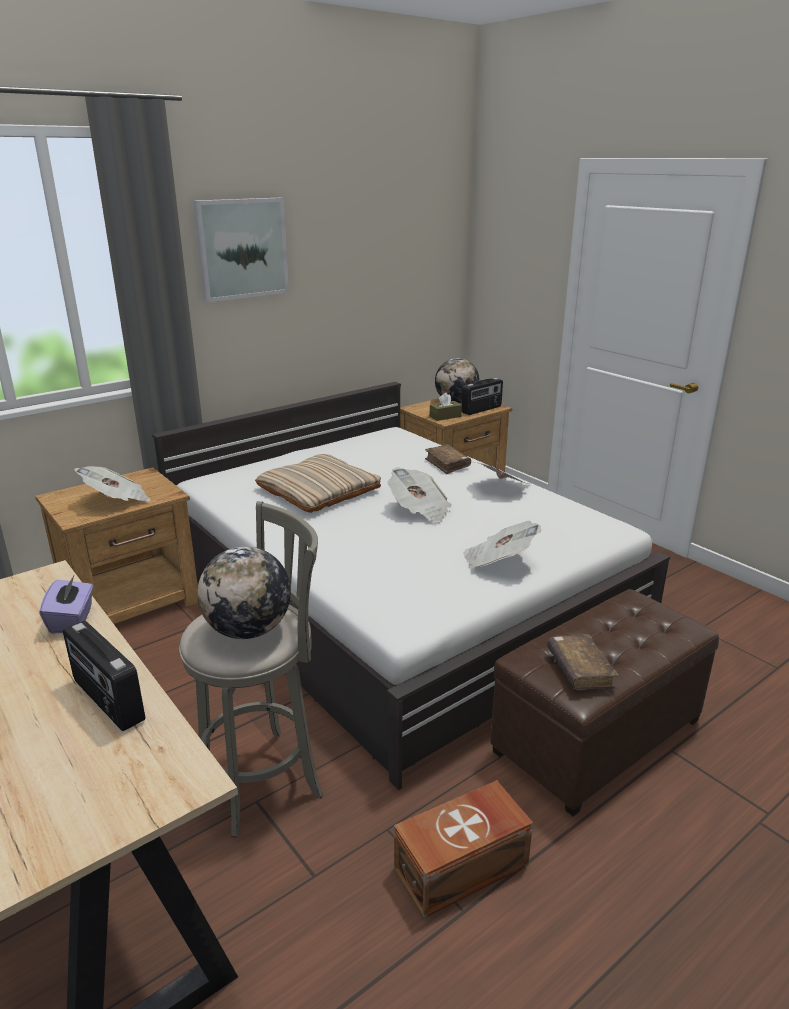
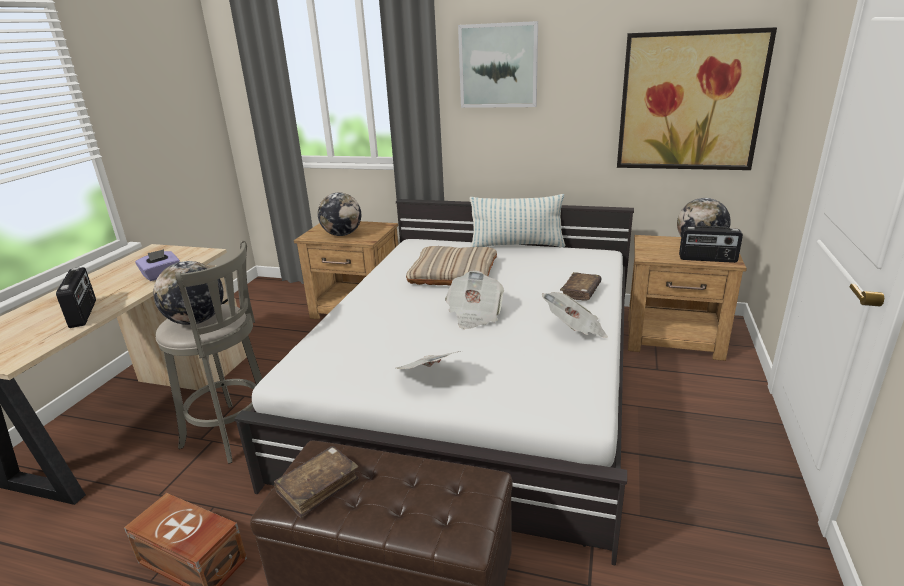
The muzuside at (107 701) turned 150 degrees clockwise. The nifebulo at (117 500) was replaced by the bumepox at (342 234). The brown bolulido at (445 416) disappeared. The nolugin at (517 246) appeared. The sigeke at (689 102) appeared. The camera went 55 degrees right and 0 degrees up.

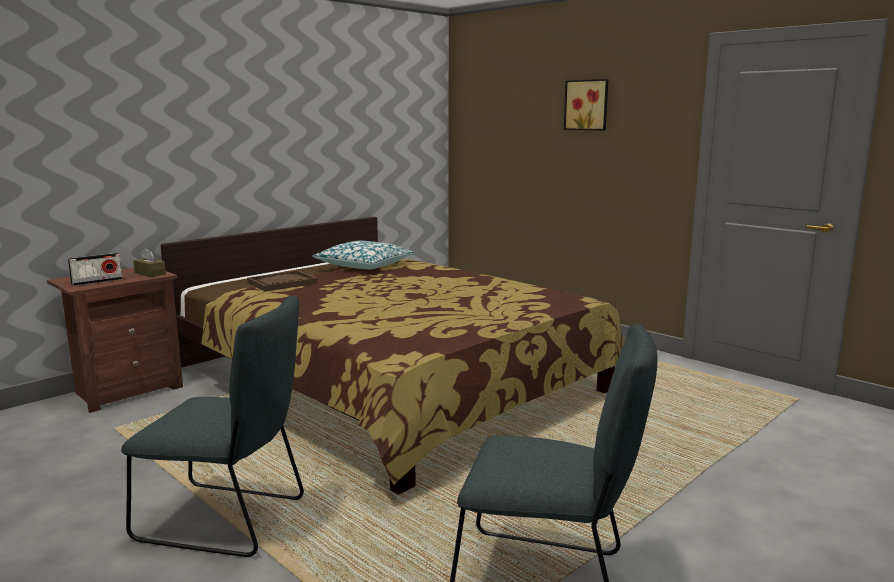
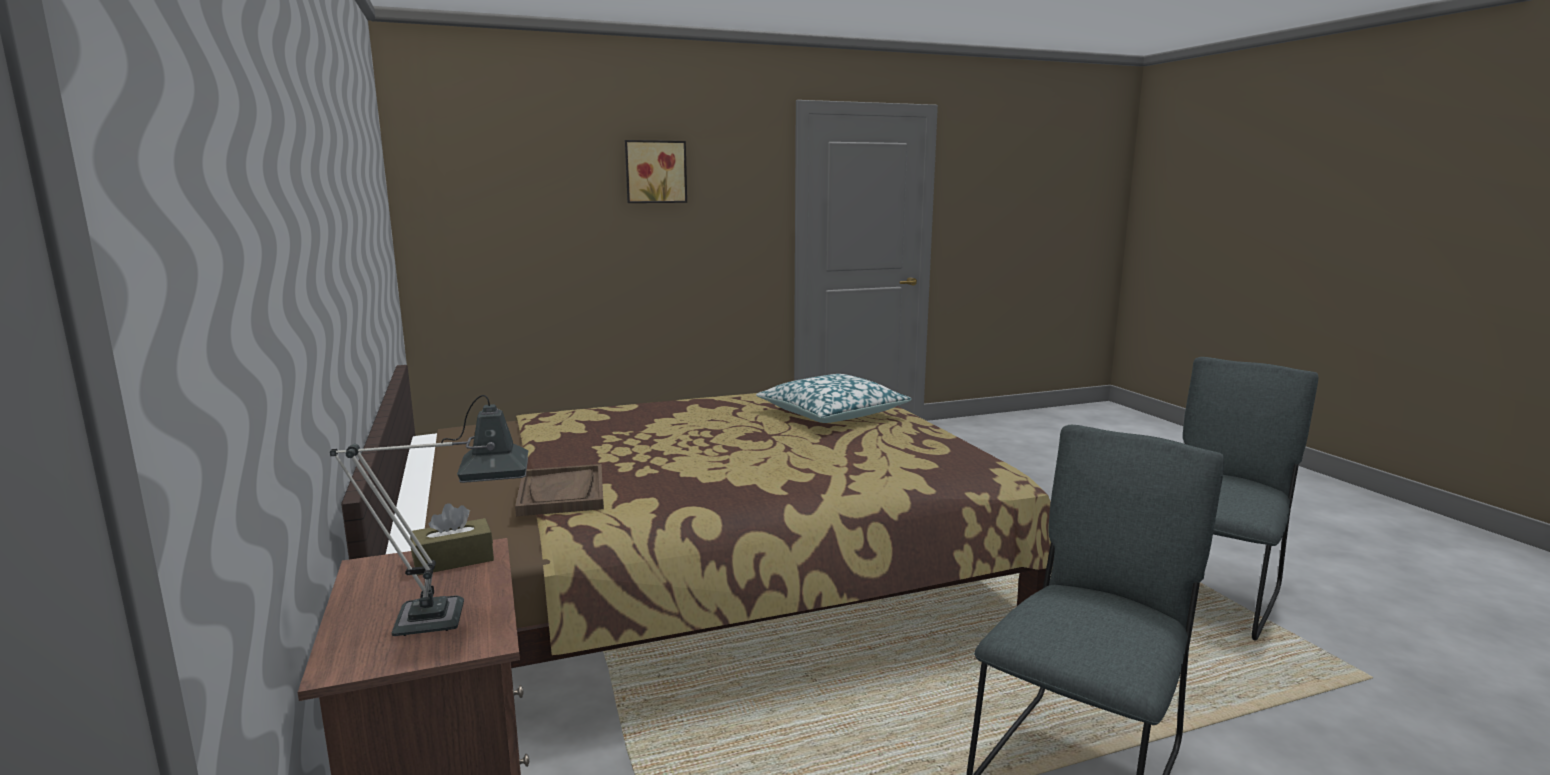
The muzuside at (97 281) was replaced by the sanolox at (449 618). The nolugin moved from (364 265) to (832 414). The camera went 65 degrees left and 0 degrees up.

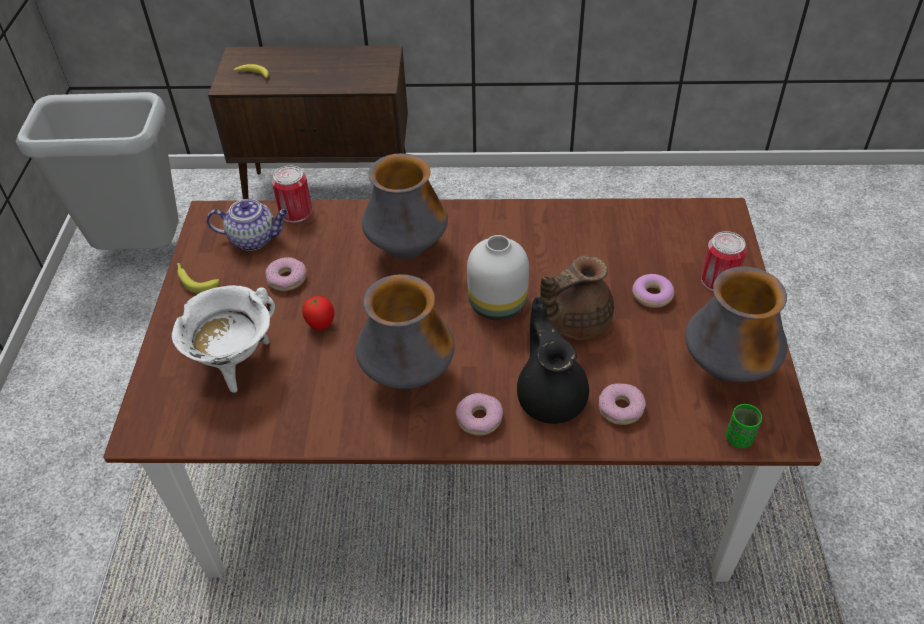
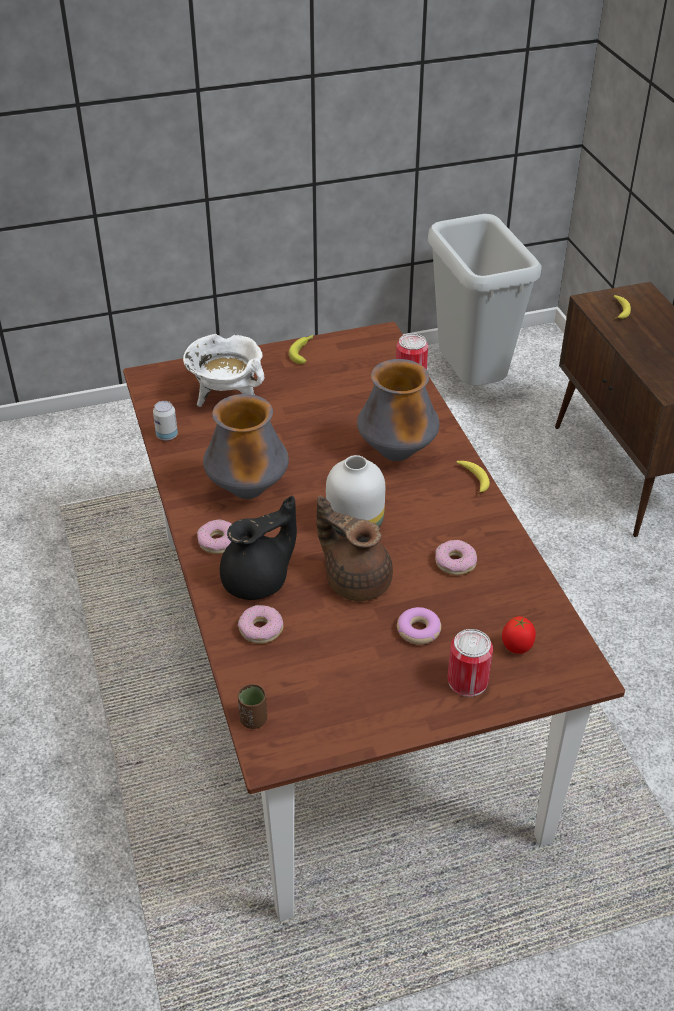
The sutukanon at (254 239) disappeared. The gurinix moved from (287 279) to (455 562). The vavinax moved from (321 325) to (517 648). The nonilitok at (726 370) disappeared. The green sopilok at (739 438) became the brown sopilok at (253 719). The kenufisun at (167 436) appeared. The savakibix at (474 479) appeared. The camera went 70 degrees right and 5 degrees down.

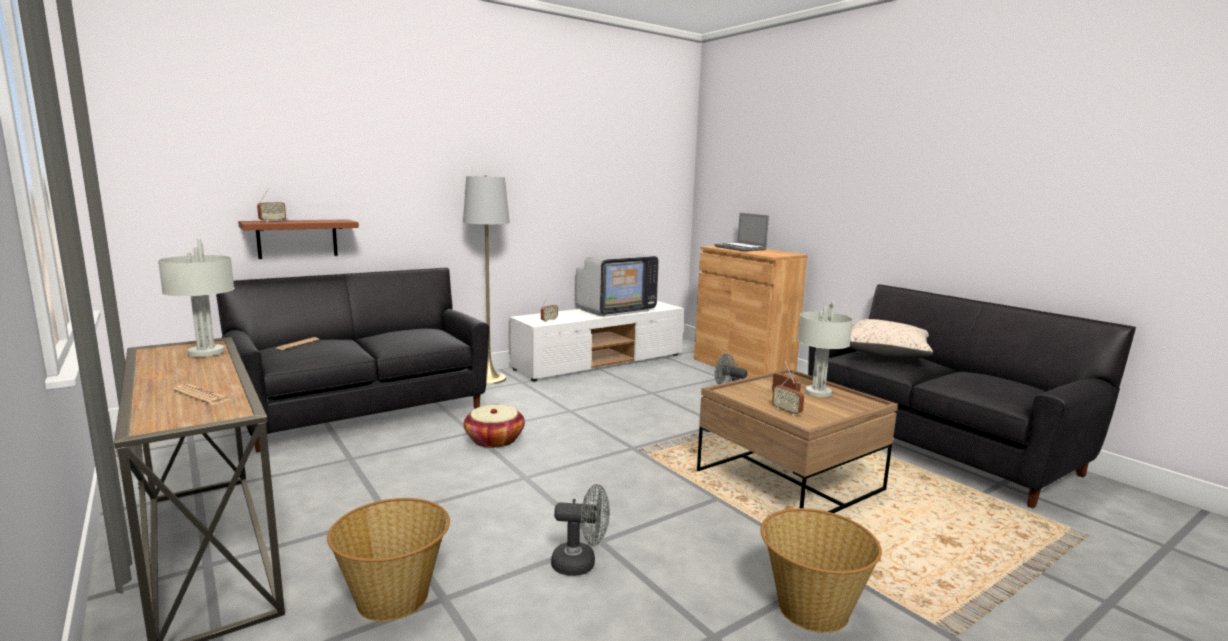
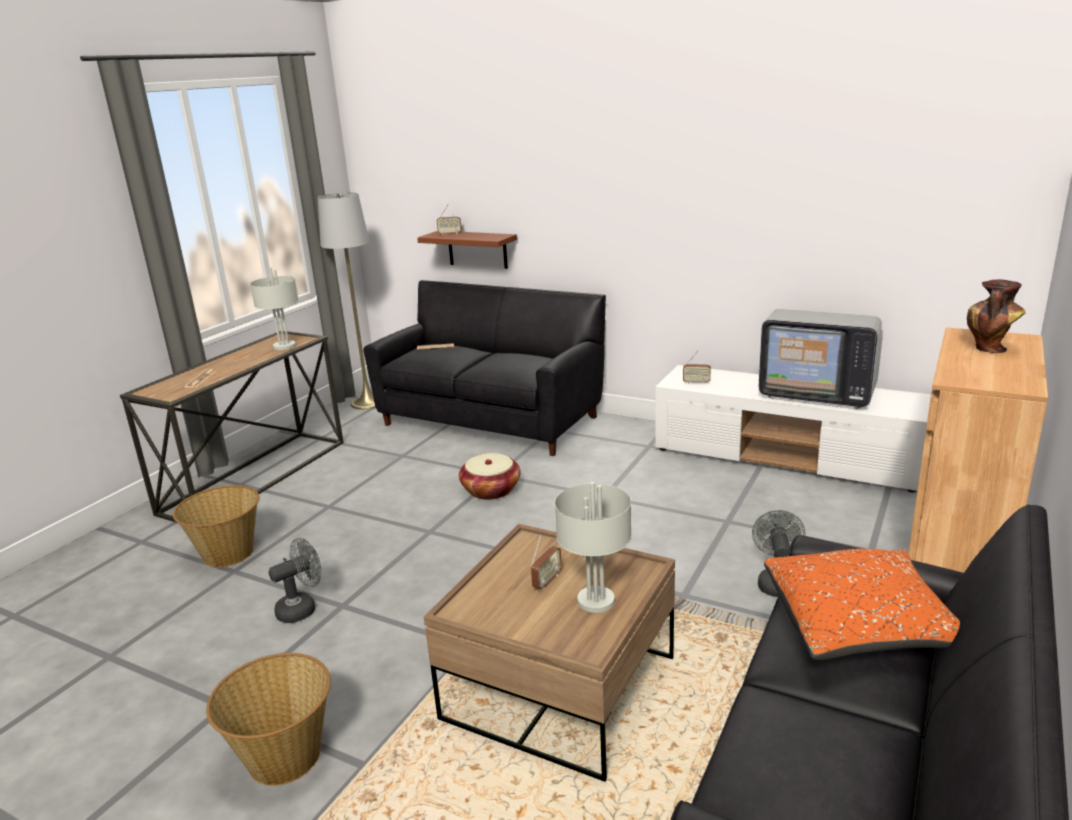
The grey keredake moved from (489 379) to (368 402). The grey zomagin at (581 564) turned 105 degrees counterclockwise. The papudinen at (741 248) was replaced by the nonilitok at (990 349). The muzuside at (787 411) disappeared. The beige nolugin at (885 354) became the orange nolugin at (859 625). The camera went 65 degrees right and 10 degrees up.

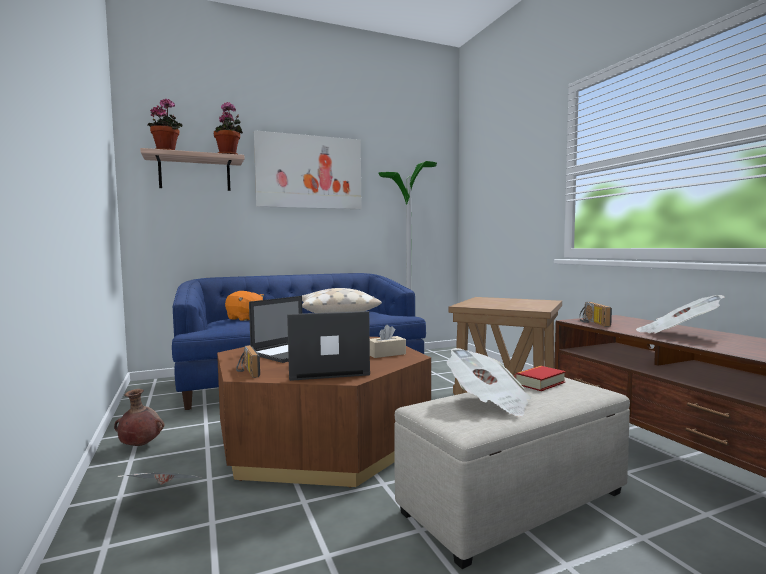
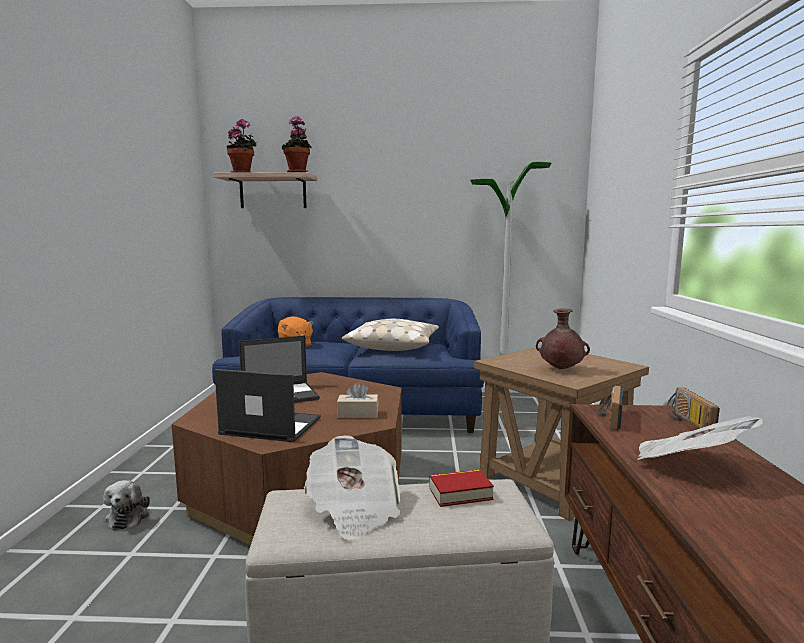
The brown nonilitok moved from (140 446) to (560 369). The nifebulo at (166 496) was replaced by the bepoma at (128 516). The muzuside moved from (246 371) to (686 421). The sigeke at (309 172) disappeared. The camera went 25 degrees right and 5 degrees up.

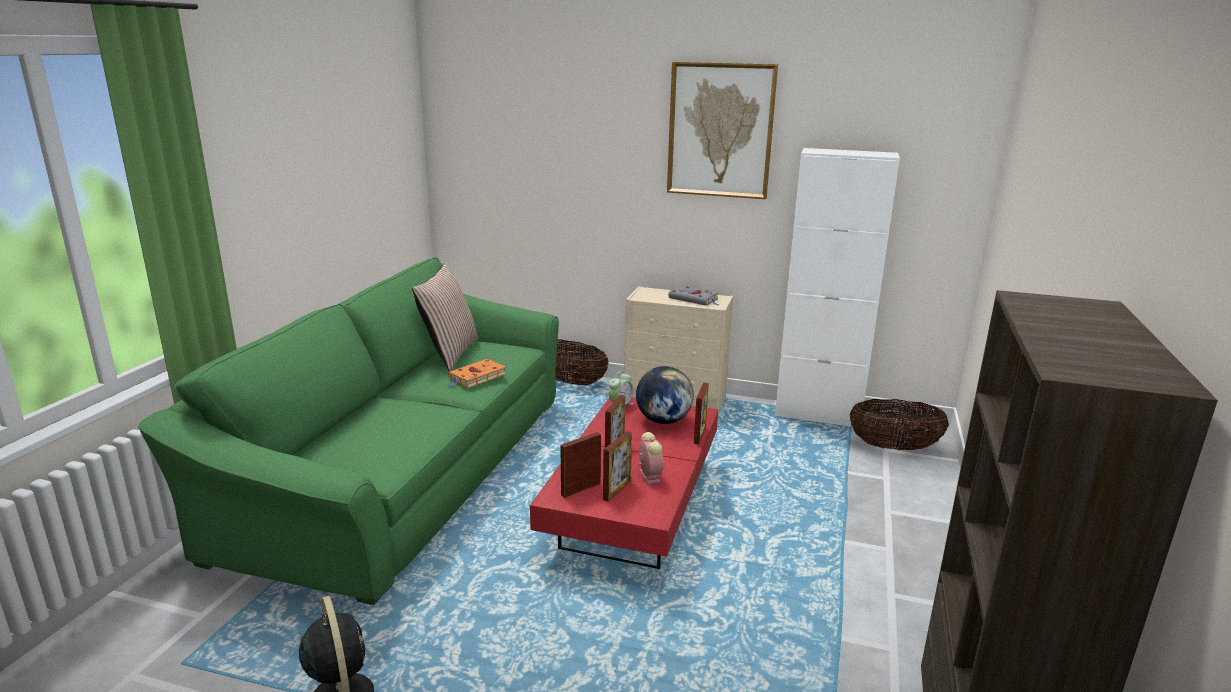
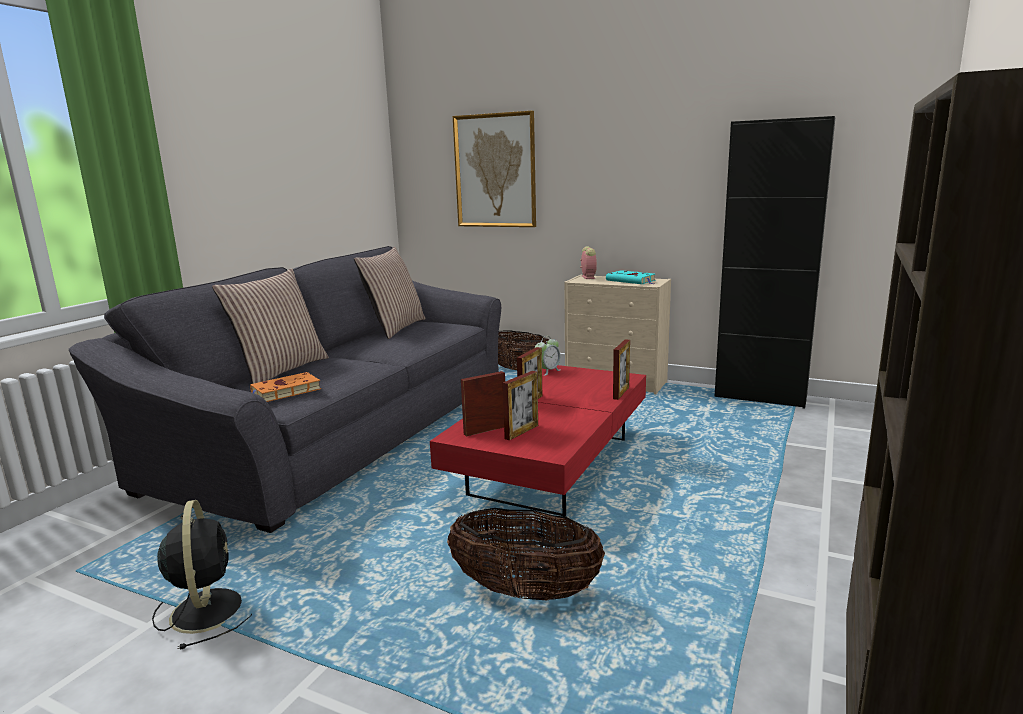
The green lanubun at (406 471) became the grey lanubun at (344 431). The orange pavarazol moved from (476 377) to (284 392). The bumepox at (663 420) disappeared. The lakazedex moved from (649 475) to (588 277). The sigeke moved from (720 130) to (495 171). The grey pavarazol at (694 299) became the turquoise pavarazol at (632 281). The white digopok at (818 415) became the black digopok at (760 397). The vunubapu moved from (894 447) to (525 591). The nolugin at (280 370) appeared. The camera went 10 degrees right and 5 degrees down.

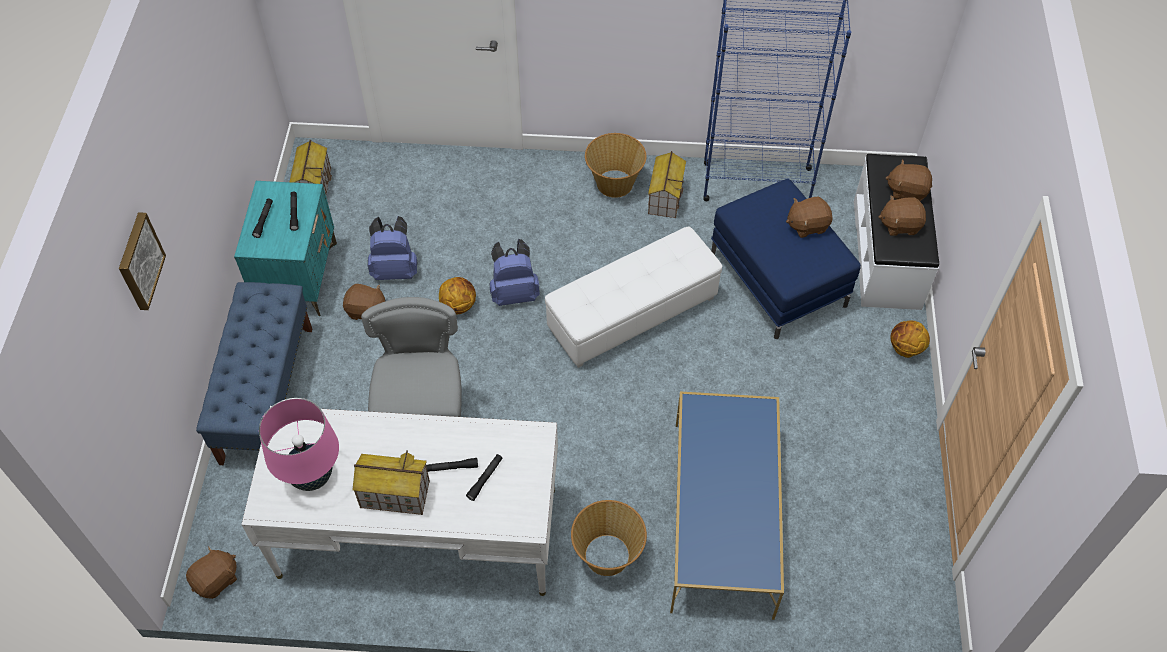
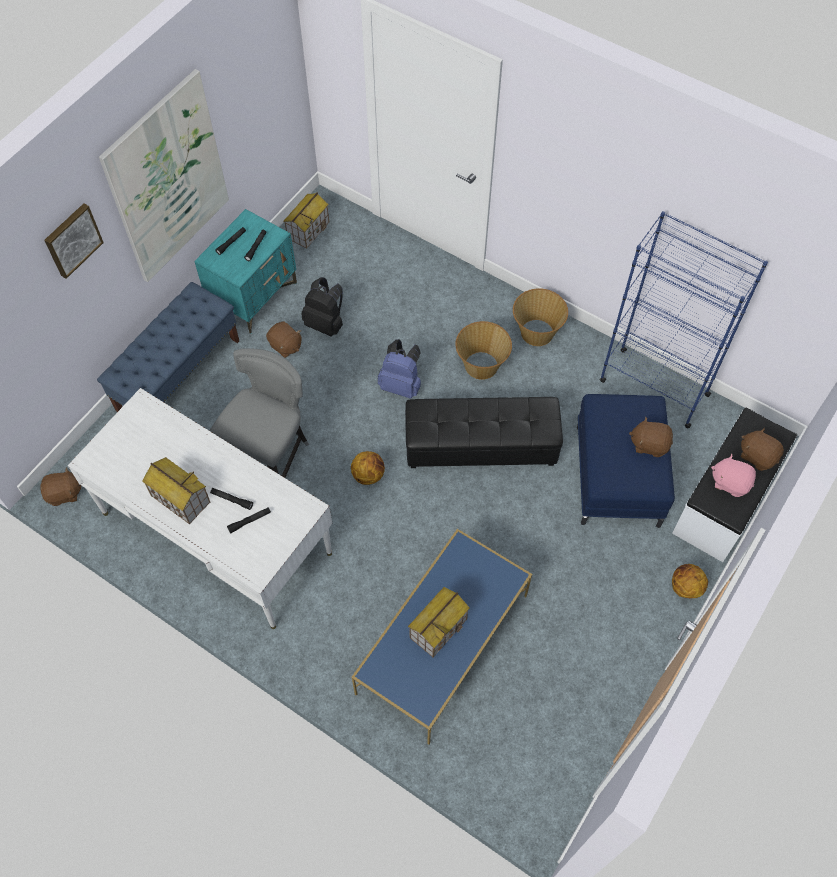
The pink sanolox at (312 476) disappeared. The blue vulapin at (395 269) became the black vulapin at (326 323). The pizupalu moved from (458 305) to (368 474). The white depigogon at (632 314) became the black depigogon at (480 447). The vunubapu moved from (607 556) to (481 366). The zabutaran moved from (665 197) to (438 628). The brown bepoma at (900 224) became the pink bepoma at (730 482). The sigeke at (168 179) appeared. The camera went 30 degrees right and 5 degrees up.

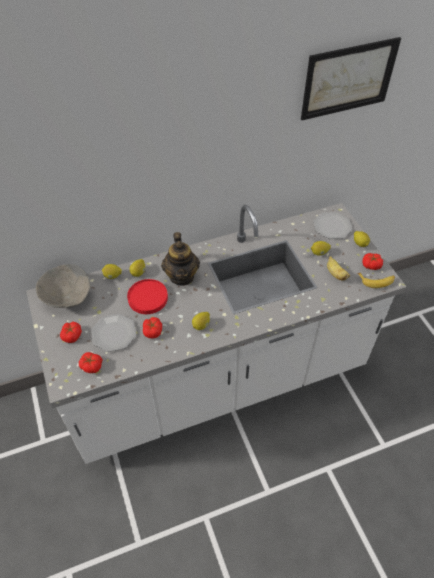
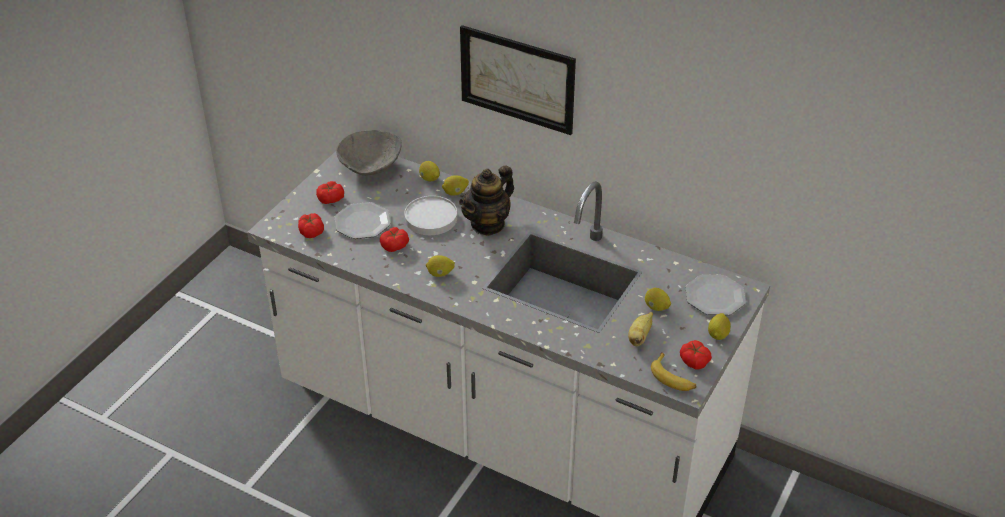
The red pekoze at (148 298) became the white pekoze at (431 218). The sigeke moved from (348 79) to (517 79). The camera went 50 degrees right and 10 degrees down.

